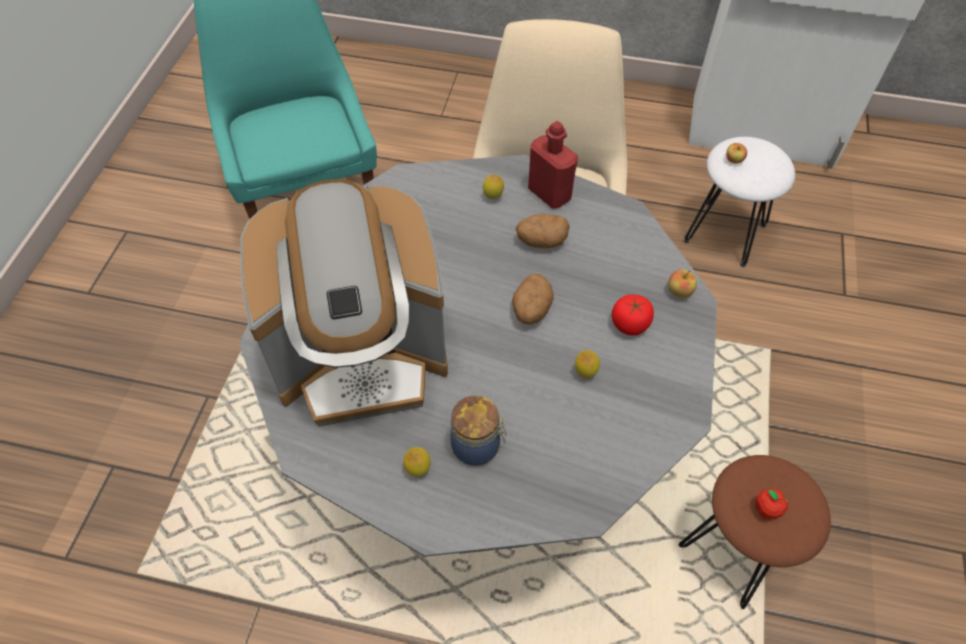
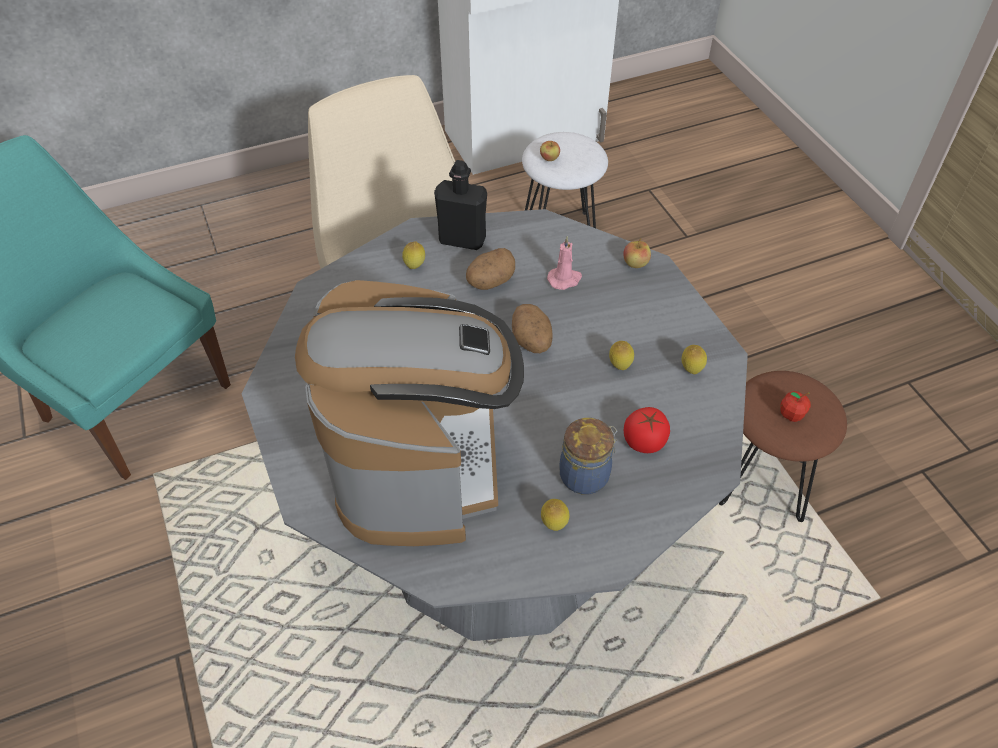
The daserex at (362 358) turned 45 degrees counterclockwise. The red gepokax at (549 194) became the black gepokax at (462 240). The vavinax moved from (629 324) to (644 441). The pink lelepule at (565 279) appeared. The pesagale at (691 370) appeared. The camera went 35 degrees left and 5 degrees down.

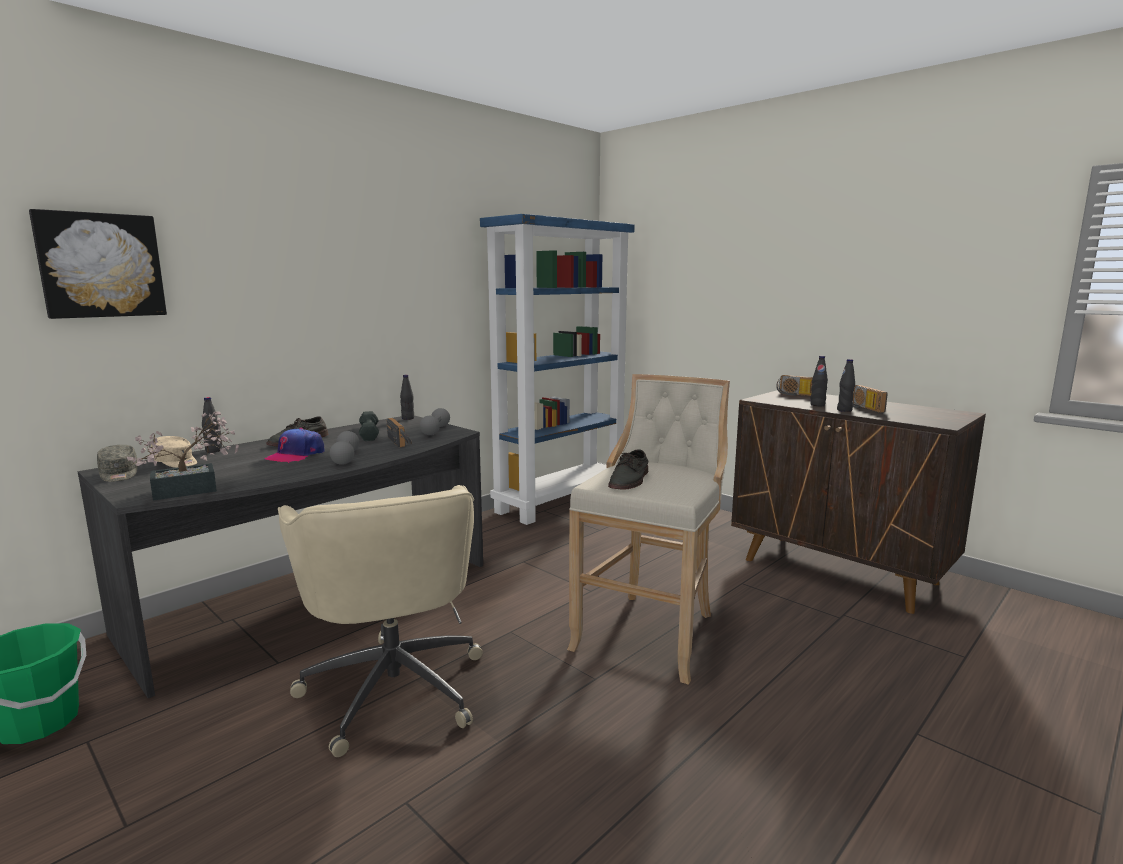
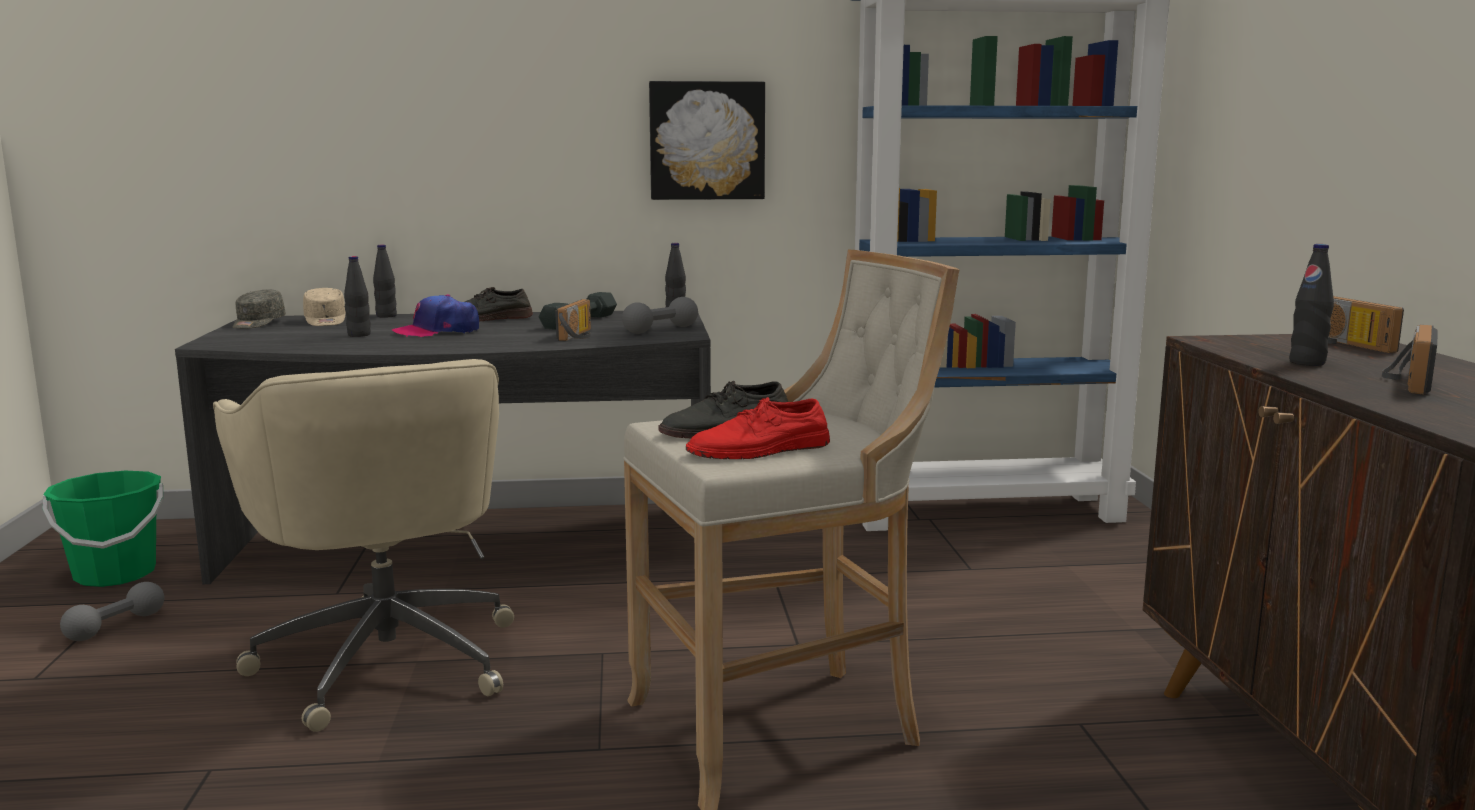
The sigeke moved from (101 265) to (707 141). The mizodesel at (193 489) disappeared. The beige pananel at (394 686) turned 45 degrees counterclockwise. The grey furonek moved from (345 458) to (116 626). The black gepokax moved from (844 410) to (359 335). The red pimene at (759 450) appeared. The camera went 40 degrees right and 0 degrees up.

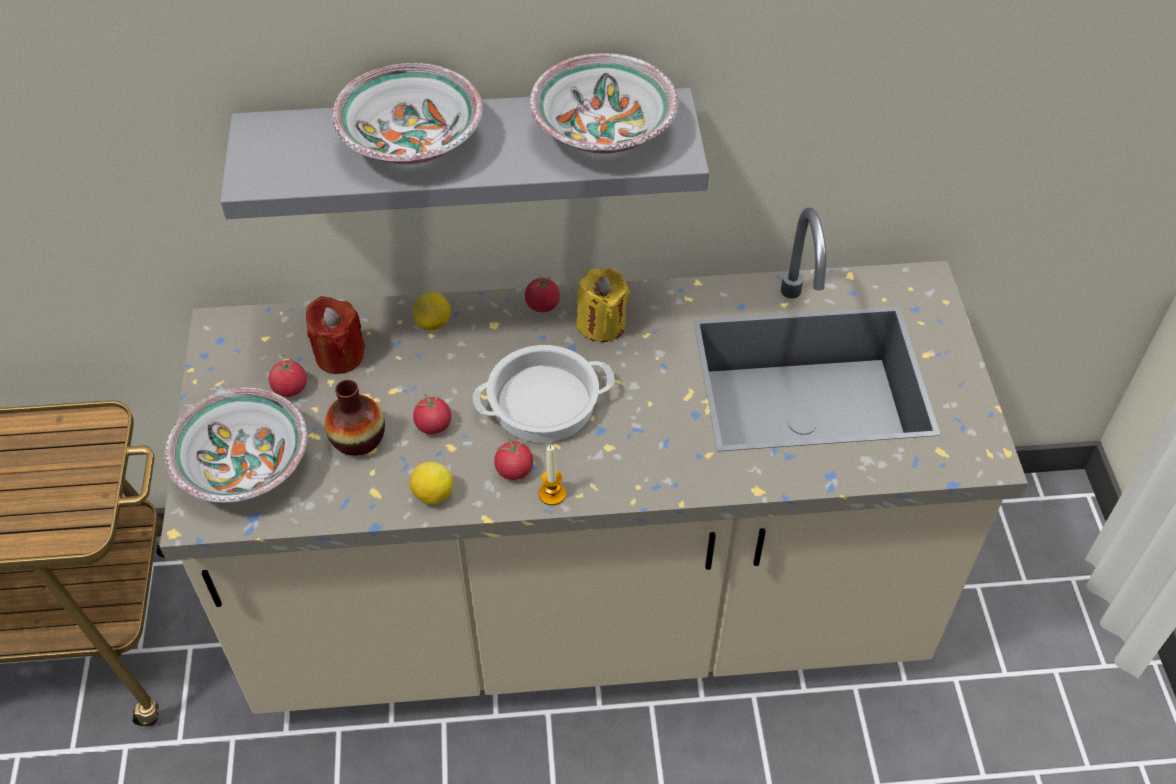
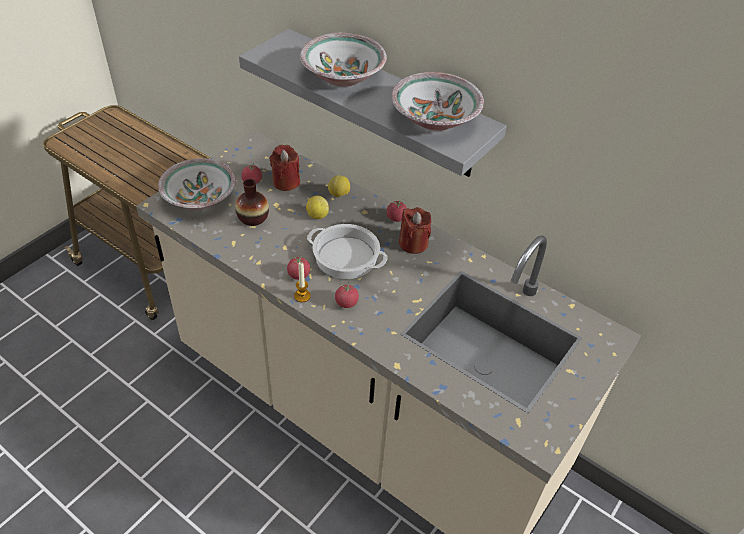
The pesagale moved from (433 494) to (317 215). The vavinax moved from (433 425) to (346 303). The yellow lelepule at (601 324) became the red lelepule at (413 243). The camera went 40 degrees right and 5 degrees down.

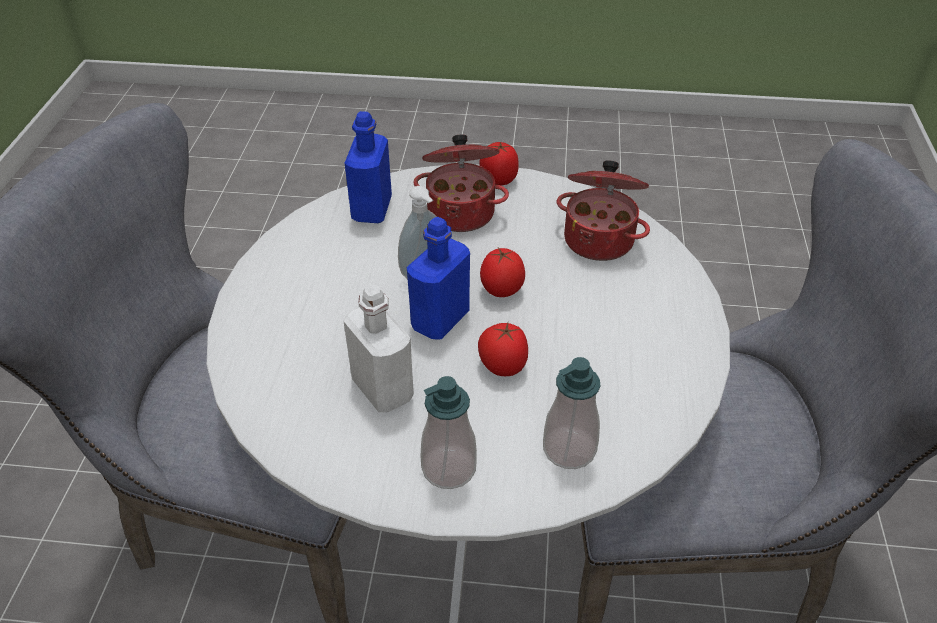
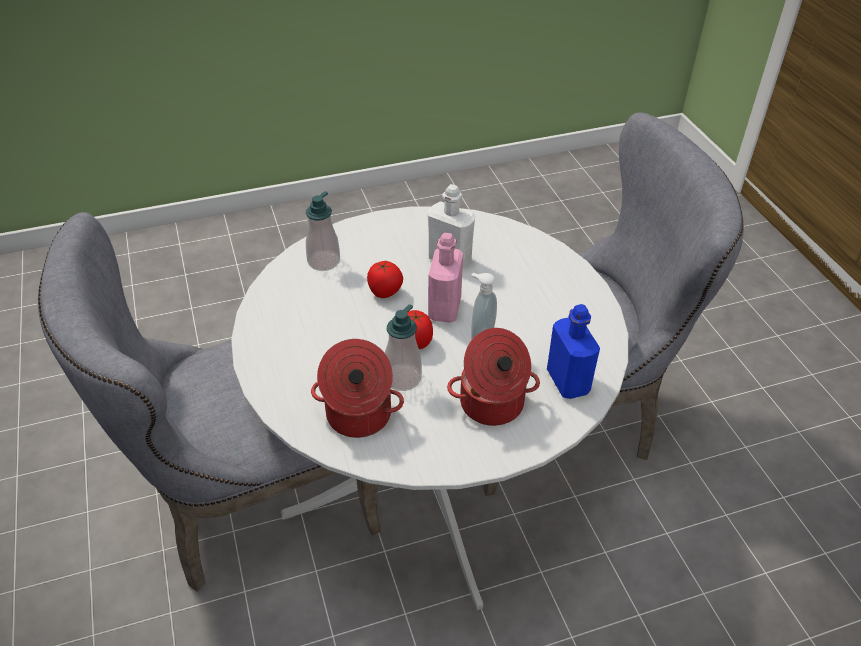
The blue gepokax at (440 320) became the pink gepokax at (444 309). The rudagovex moved from (449 468) to (402 378). The vavinax at (499 180) disappeared. The camera went 155 degrees right and 0 degrees up.

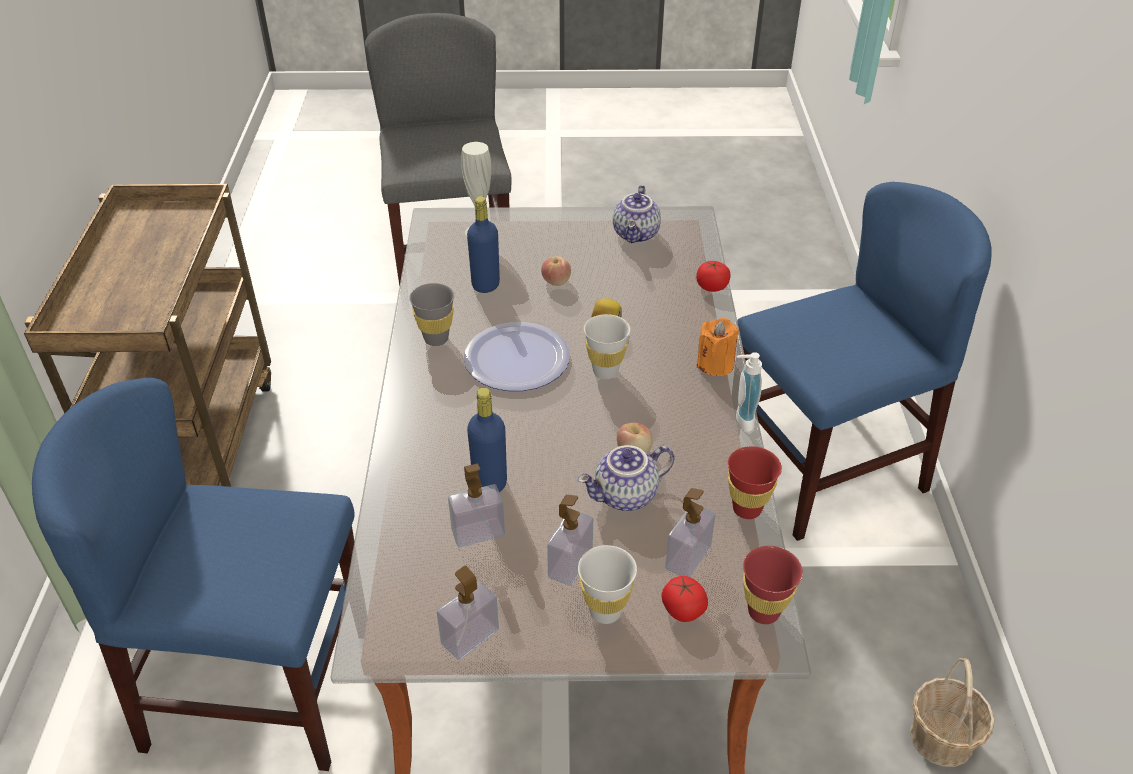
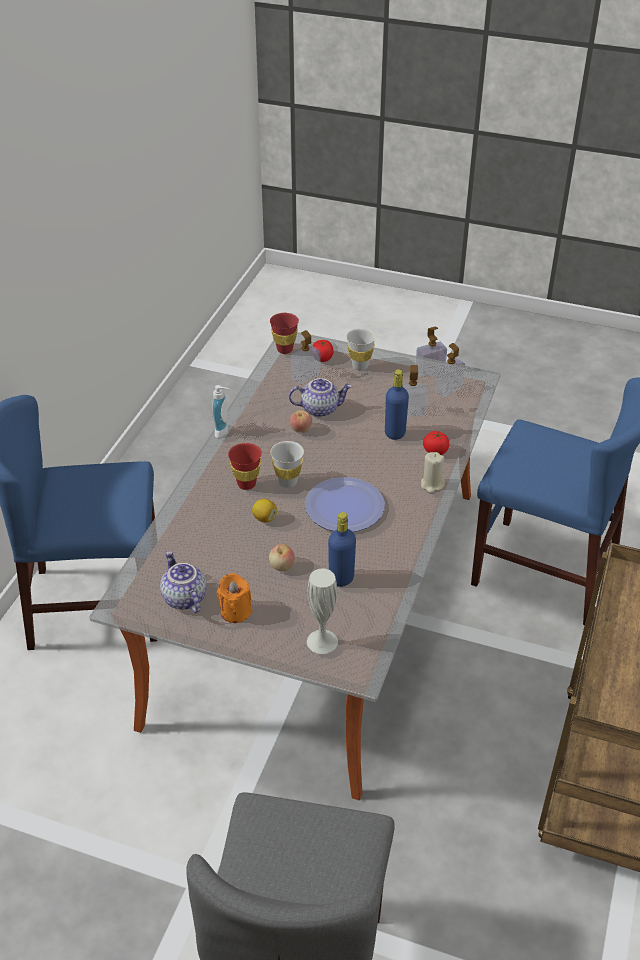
The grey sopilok at (436 339) disappeared. The rudagovex moved from (570 564) to (448 389). The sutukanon at (637 235) turned 60 degrees counterclockwise. The vavinax moved from (712 287) to (435 451). The orange lelepule moved from (715 364) to (235 611). The red sopilok moved from (747 509) to (246 484). The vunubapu at (941 738) disappeared. The beige lelepule at (432 484) appeared. The camera went 160 degrees left and 0 degrees up.

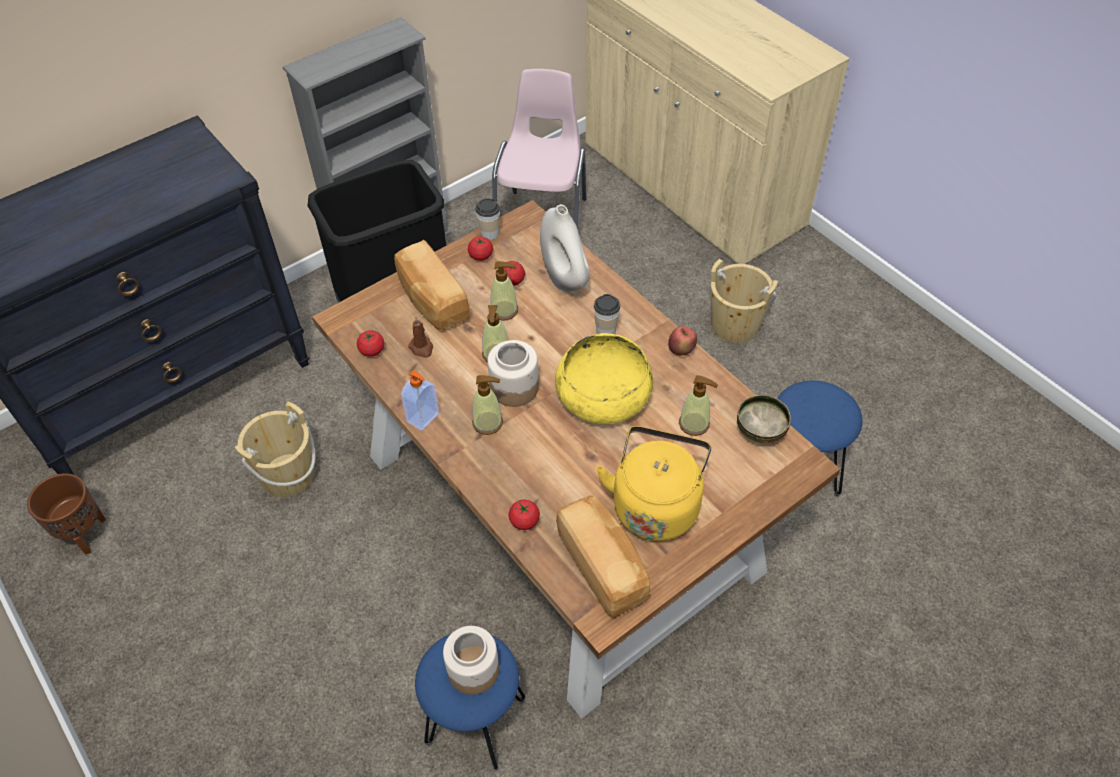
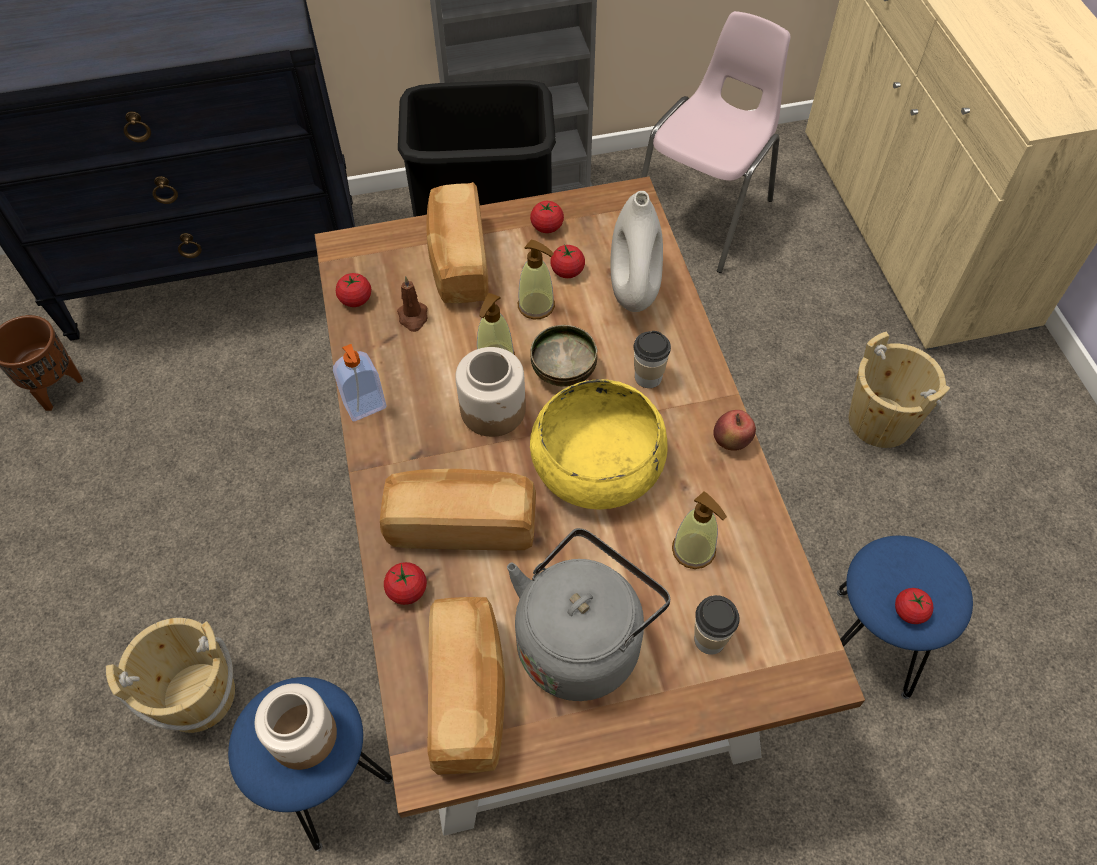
The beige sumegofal moved from (287 474) to (197 695). The rudagovex at (488 423) disappeared. The sopilok moved from (489 233) to (709 639). The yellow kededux at (655 504) became the grey kededux at (582 640). The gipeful moved from (761 430) to (564 370). The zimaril at (462 523) appeared. The vavinax at (909 611) appeared. The camera went 25 degrees right and 5 degrees up.

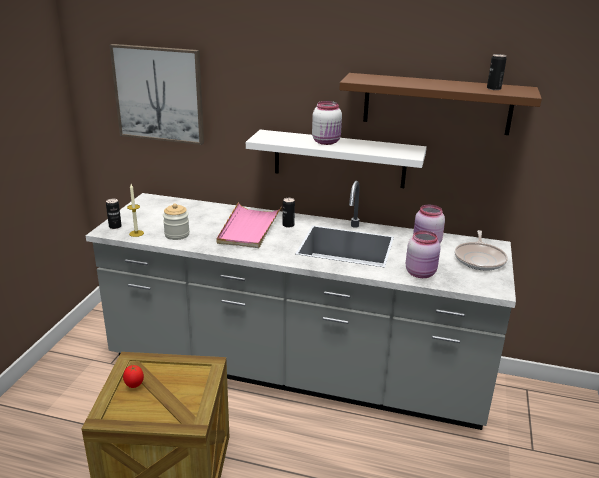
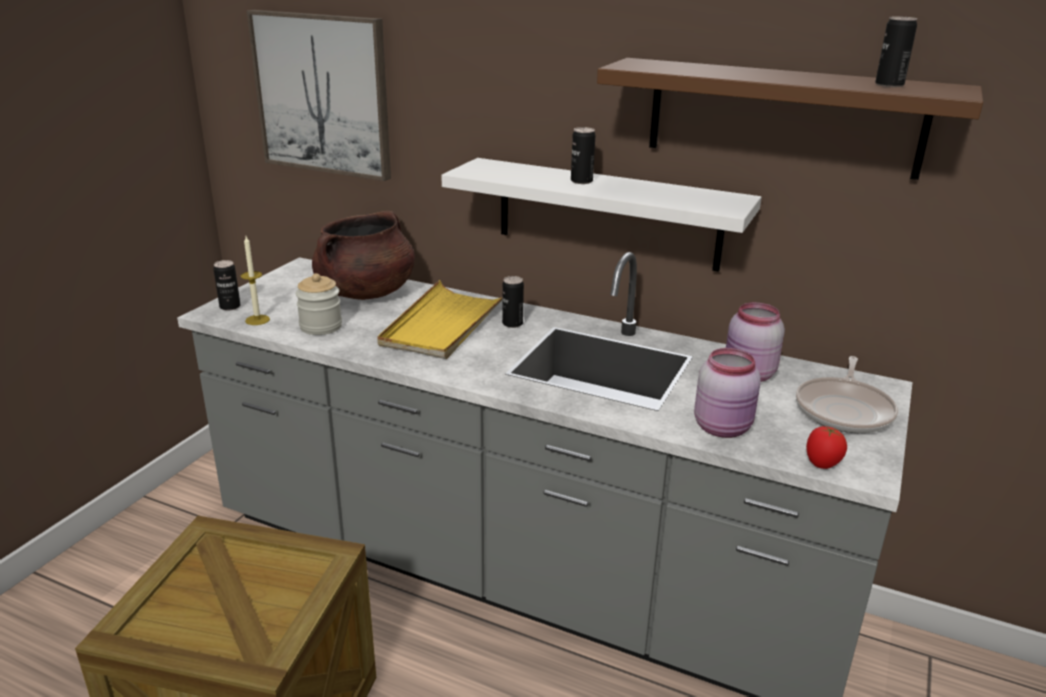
The vavinax moved from (134 385) to (821 465). The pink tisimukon at (249 228) became the yellow tisimukon at (444 324). The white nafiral at (327 142) was replaced by the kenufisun at (581 181). The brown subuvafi at (365 293) appeared. The camera went 10 degrees right and 0 degrees up.

